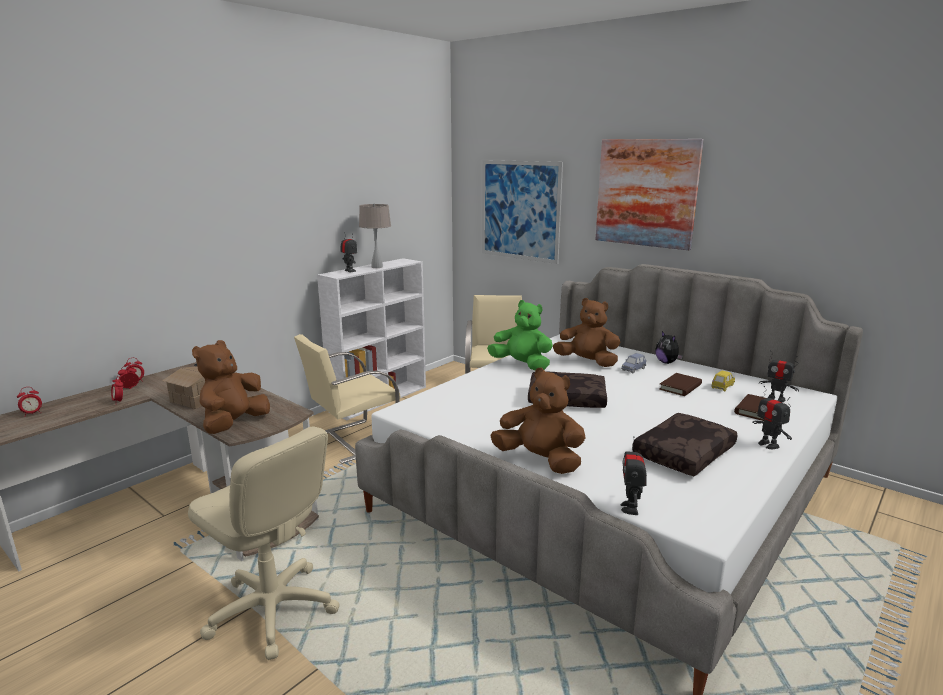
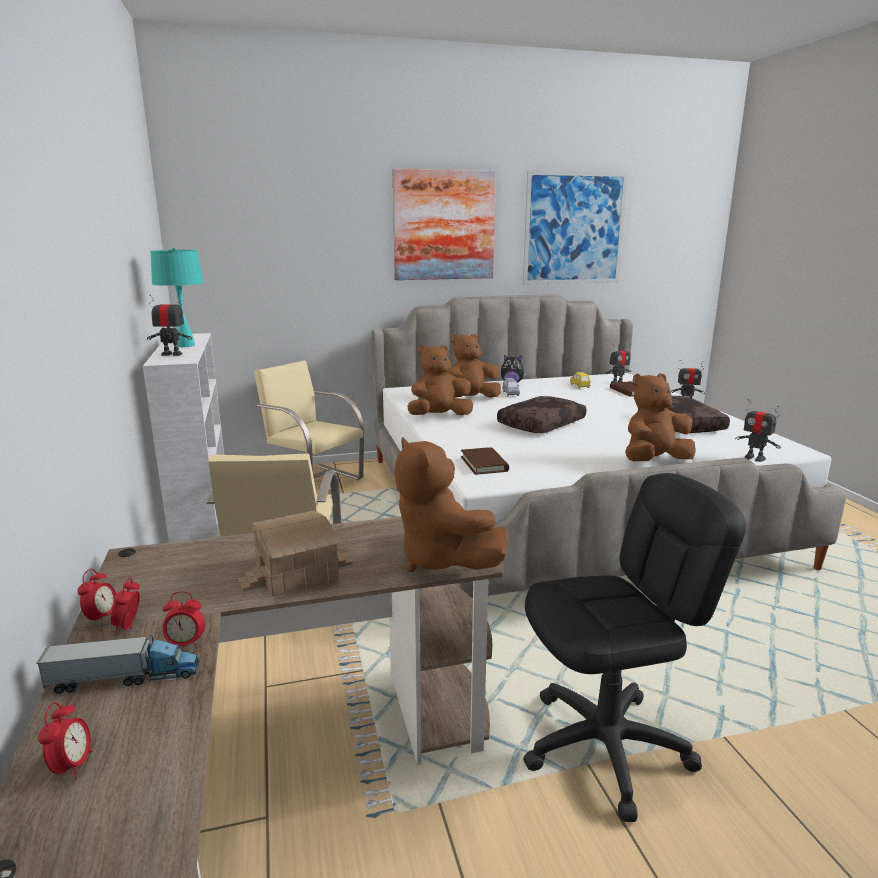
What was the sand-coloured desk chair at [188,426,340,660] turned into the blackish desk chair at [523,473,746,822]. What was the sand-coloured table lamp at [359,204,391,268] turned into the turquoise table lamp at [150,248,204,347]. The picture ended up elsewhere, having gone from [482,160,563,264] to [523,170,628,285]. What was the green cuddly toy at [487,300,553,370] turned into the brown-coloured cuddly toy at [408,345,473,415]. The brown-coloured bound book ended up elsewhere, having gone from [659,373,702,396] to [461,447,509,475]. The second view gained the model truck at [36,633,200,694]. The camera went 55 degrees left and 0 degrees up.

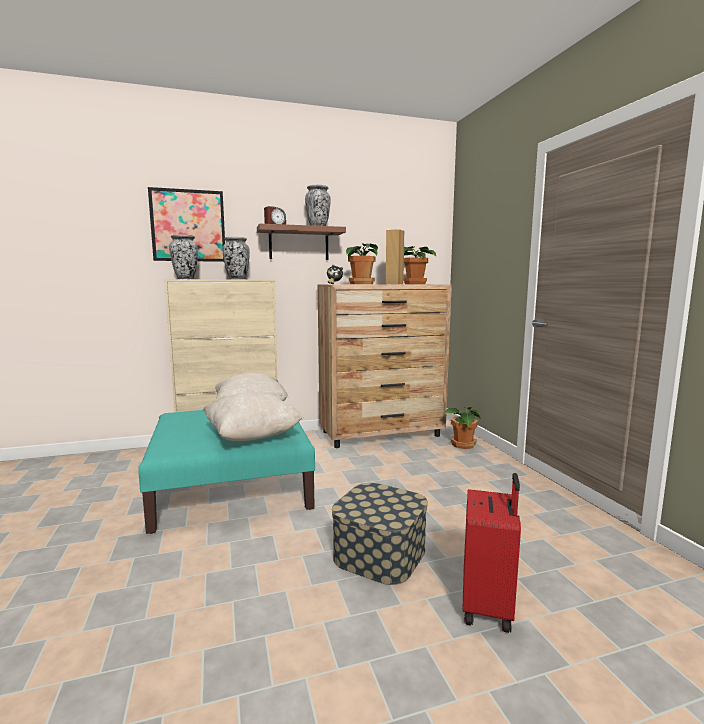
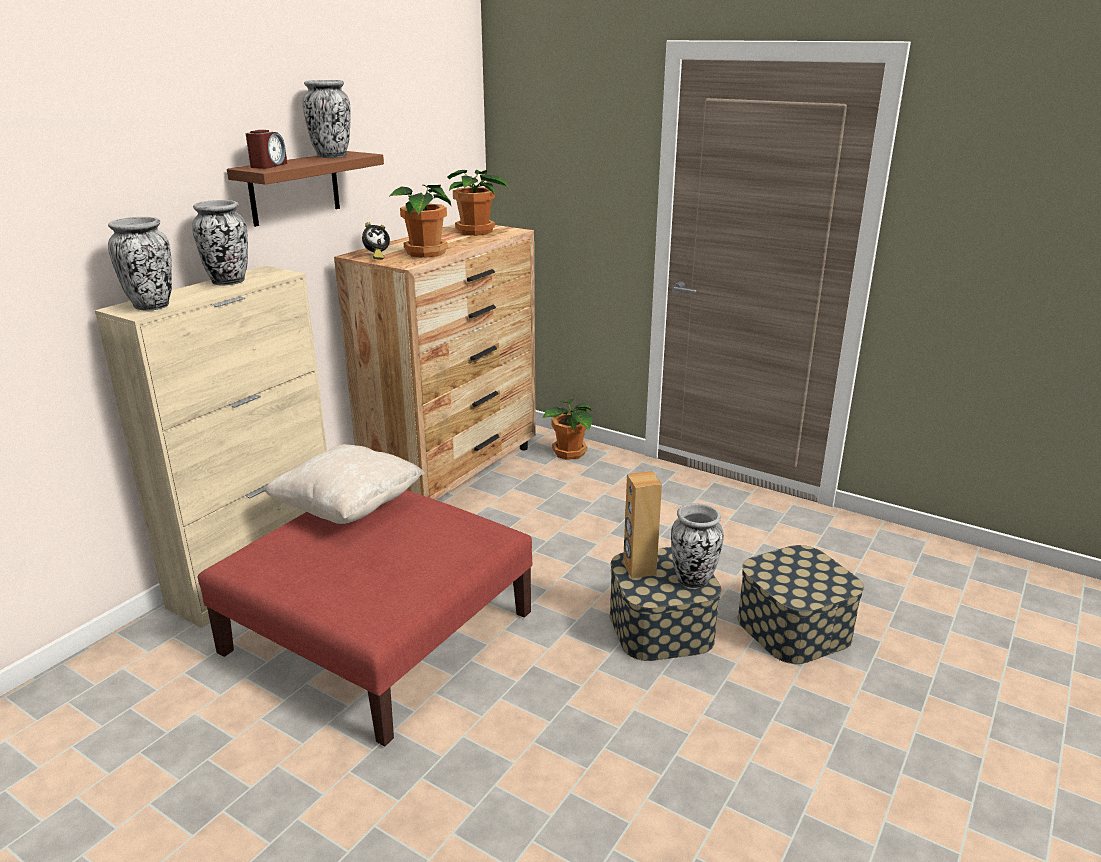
What was the turquoise pouffe at [138,410,315,534] turned into the red-coloured pouffe at [198,490,532,747]. The second view lost the picture at [148,187,225,262]. The second view lost the sand-coloured throw pillow at [203,392,304,441]. The brown-coloured loudspeaker ended up elsewhere, having gone from [386,229,404,284] to [623,471,662,579]. Where the red-coloured suitcase stood at [462,473,521,633], the storage container came to stand at [738,545,864,664]. The second view gained the vase at [671,503,724,588]. The camera went 40 degrees left and 15 degrees up.

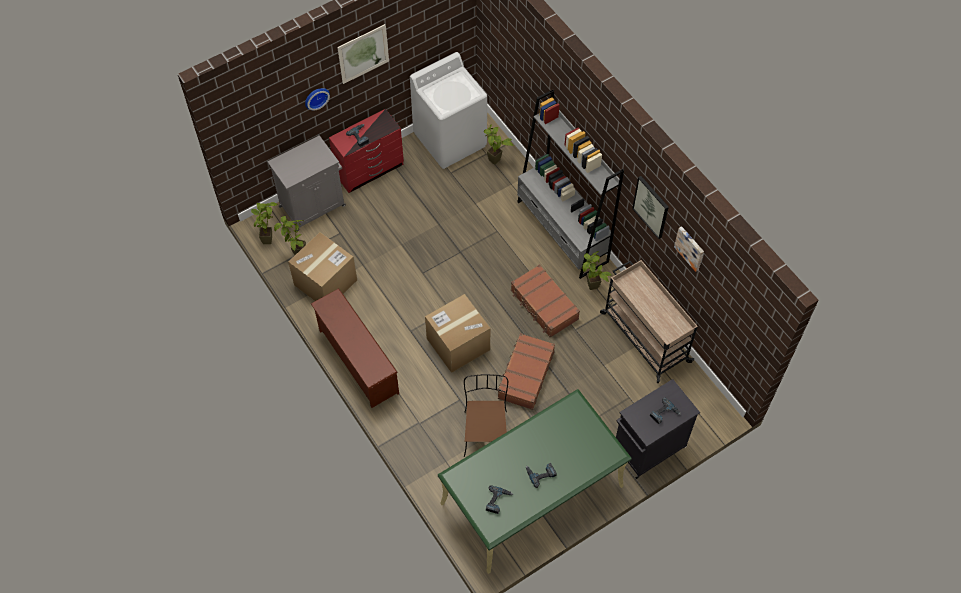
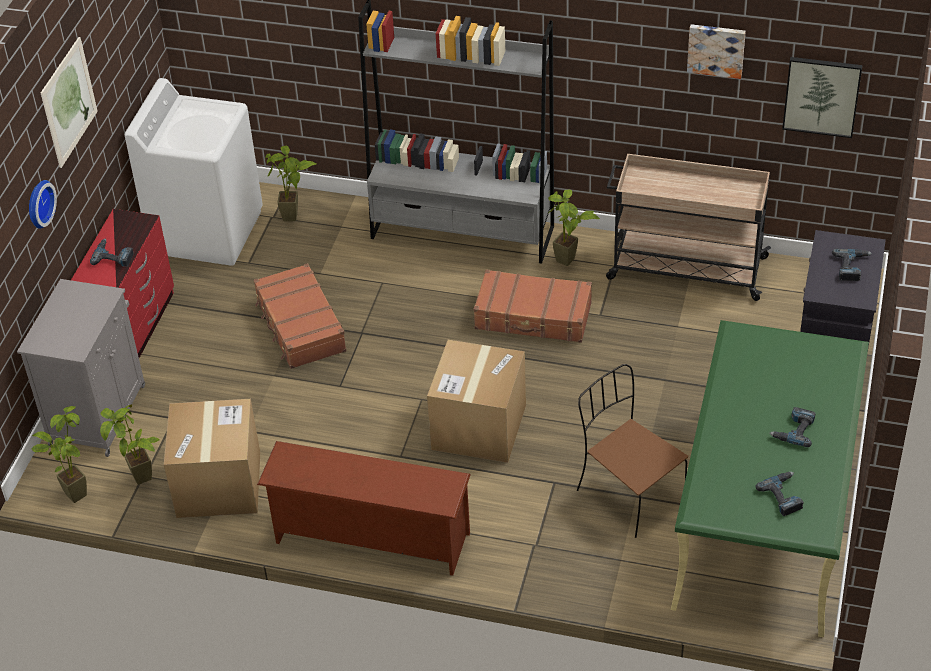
The brown-coloured suitcase ended up elsewhere, having gone from [497,333,555,410] to [254,263,347,369]. The picture ended up elsewhere, having gone from [632,176,669,239] to [782,57,862,138]. The camera went 40 degrees left and 15 degrees down.

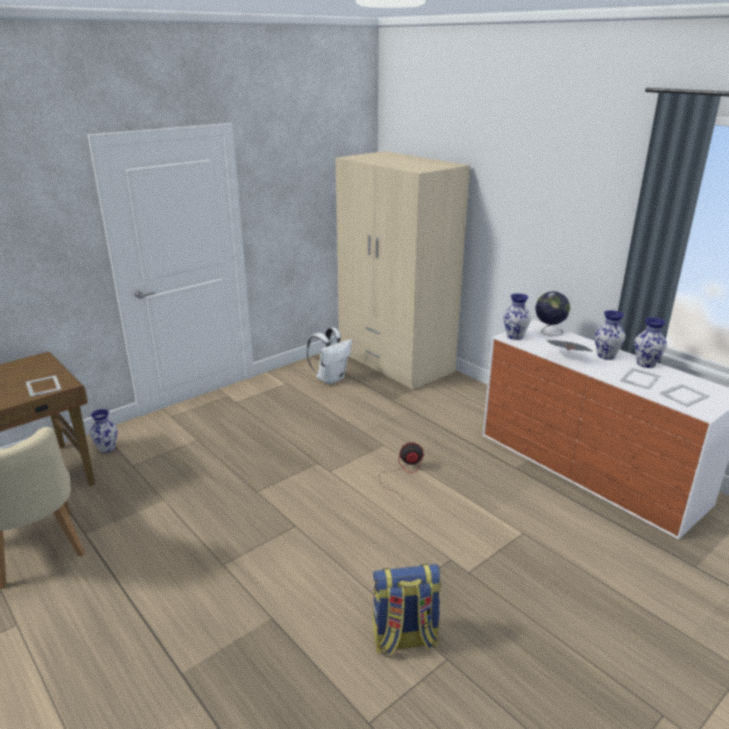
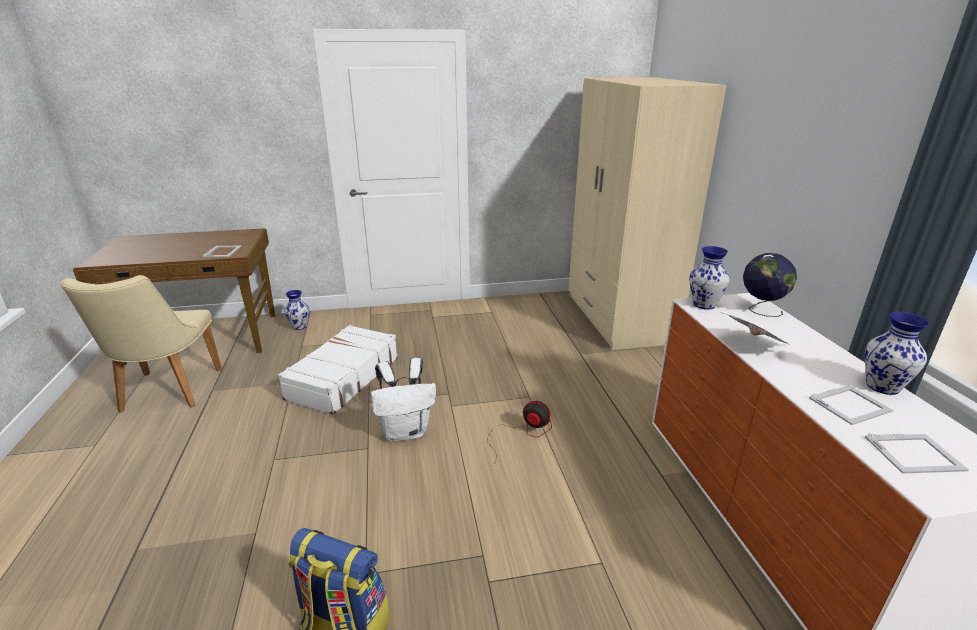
The whitish backpack ended up elsewhere, having gone from [307,327,352,384] to [371,358,436,442]. The second view lost the vase at [594,310,626,360]. The second view gained the whitish suitcase at [278,325,398,415]. The camera went 30 degrees right and 0 degrees up.

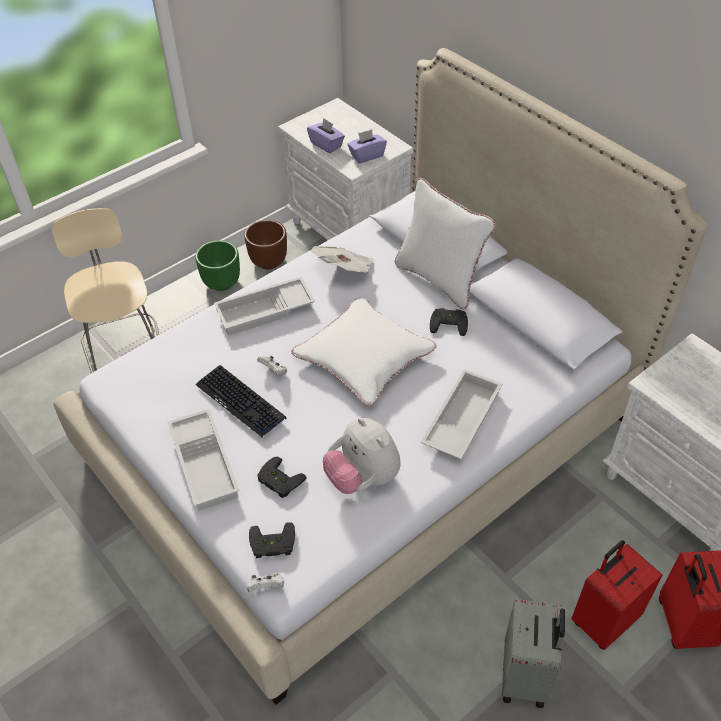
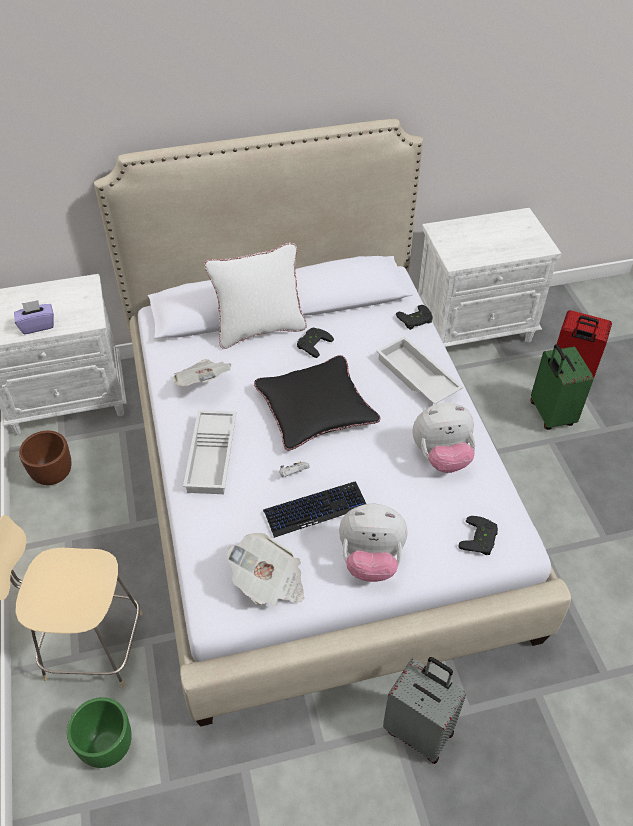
Where the whitish carrying tray stood at [167,409,239,511], the cuddly toy came to stand at [339,504,407,582]. The green plant pot ended up elsewhere, having gone from [195,240,240,291] to [67,697,132,768]. The second view lost the whitish game controller at [247,574,284,592]. The blackish game controller ended up elsewhere, having gone from [257,457,307,498] to [396,305,433,330]. What was the whitish throw pillow at [291,298,437,406] turned into the blackish throw pillow at [254,355,380,451]. The second view lost the purplish box of tissues at [347,129,387,163]. The greyish suitcase ended up elsewhere, having gone from [502,599,565,708] to [383,657,466,764]. What was the red-coloured suitcase at [571,540,663,650] turned into the green suitcase at [531,344,594,430]. The second view gained the newspaper at [227,533,304,606]. The camera went 65 degrees left and 0 degrees up.

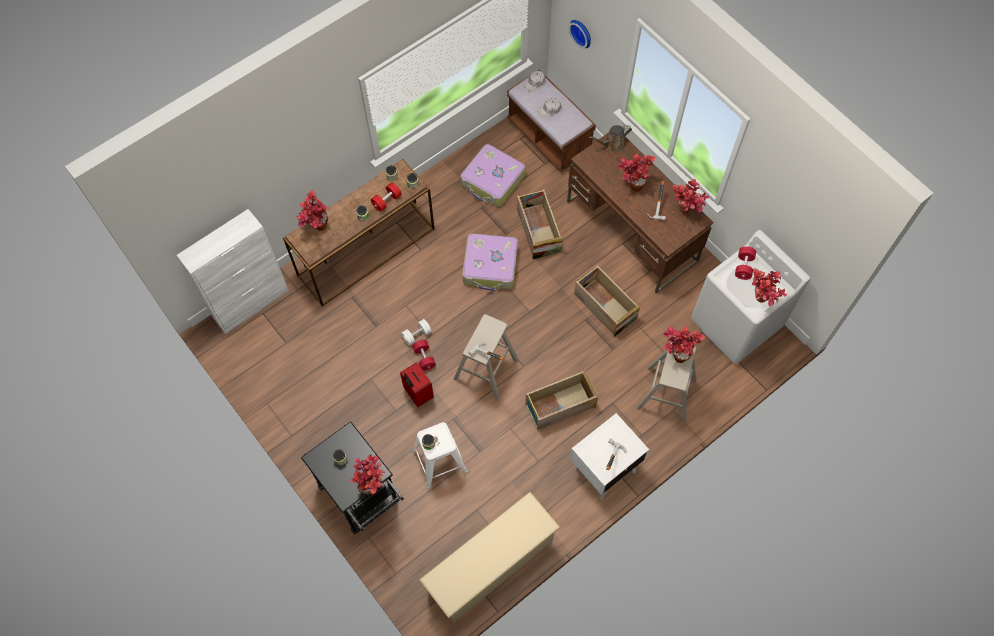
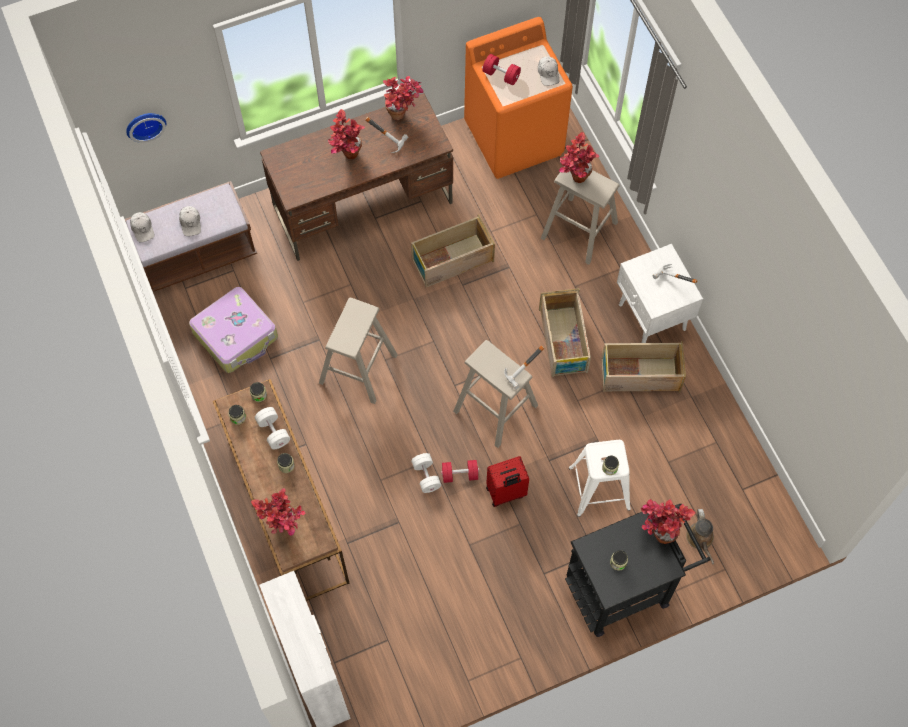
What was the red-coloured free weight at [371,182,402,212] turned into the whitish free weight at [255,407,290,449]. The second view lost the sand-coloured shoe stand at [420,492,560,624]. Where the suitcase stood at [462,233,518,291], the sand-coloured sitting stool came to stand at [319,298,398,404]. The crate ended up elsewhere, having gone from [517,189,563,259] to [601,341,686,392]. The brown-coloured sprinkling can ended up elsewhere, having gone from [589,125,632,152] to [686,509,714,564]. What was the whitish laundry machine at [691,230,811,364] turned into the orangey laundry machine at [464,17,573,179]. Where the potted plant stood at [752,268,787,306], the whitish baseball cap came to stand at [538,56,559,86]. The camera went 75 degrees left and 0 degrees up.

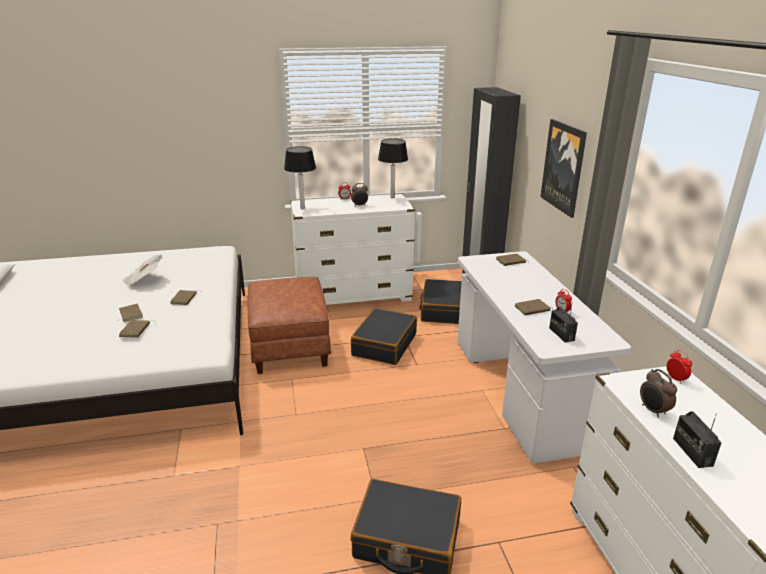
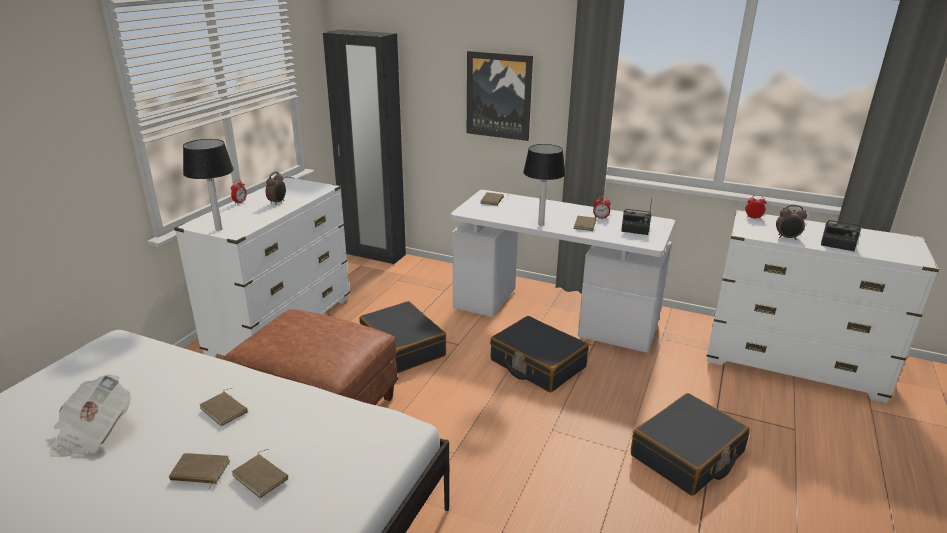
The table lamp ended up elsewhere, having gone from [378,139,408,198] to [523,144,566,226]. The blackish suitcase ended up elsewhere, having gone from [420,279,462,324] to [490,316,589,393]. The camera went 55 degrees left and 0 degrees up.

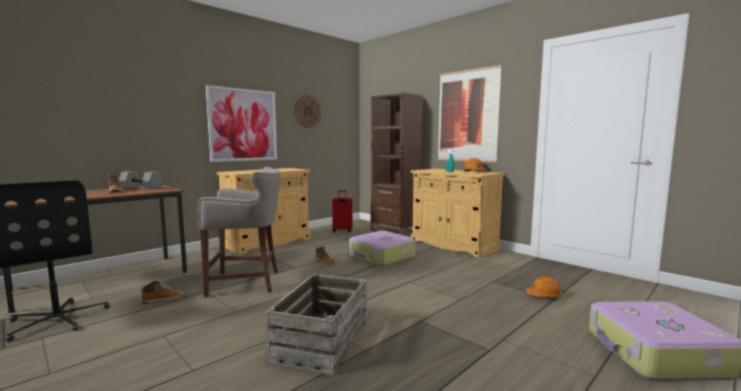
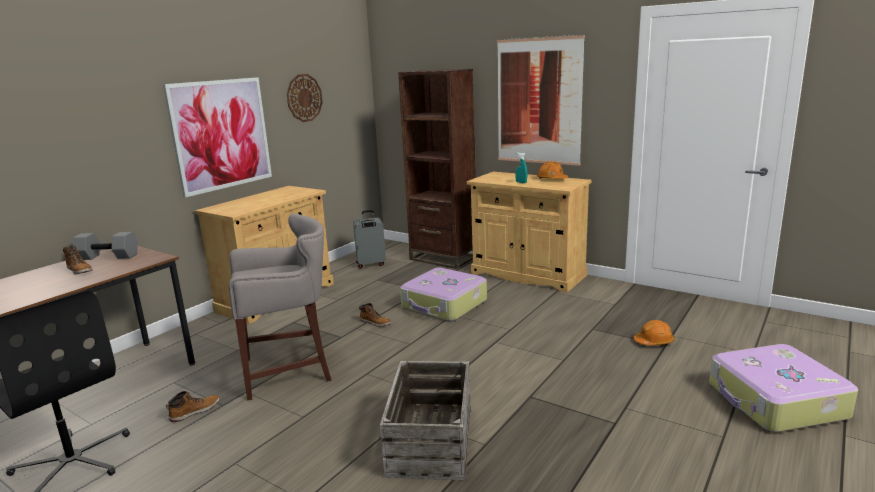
What was the red-coloured suitcase at [332,190,353,232] turned into the greyish suitcase at [353,210,386,269]. The camera went 10 degrees left and 10 degrees up.

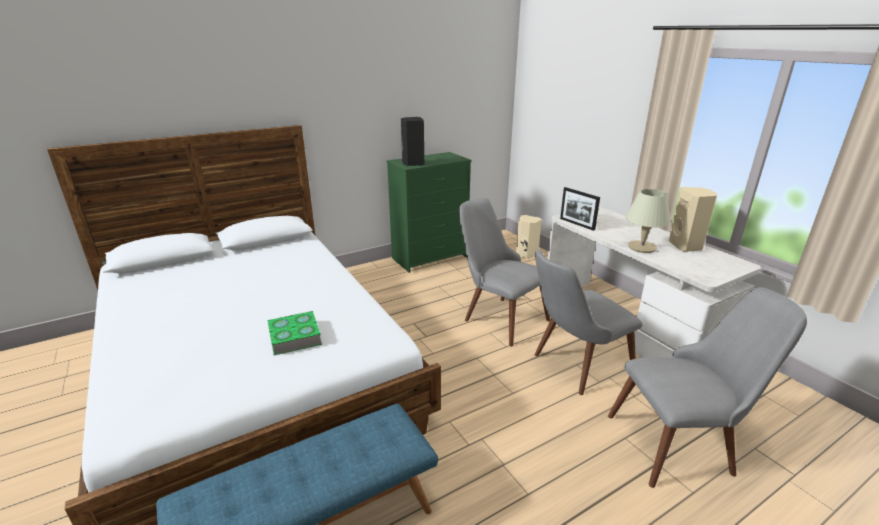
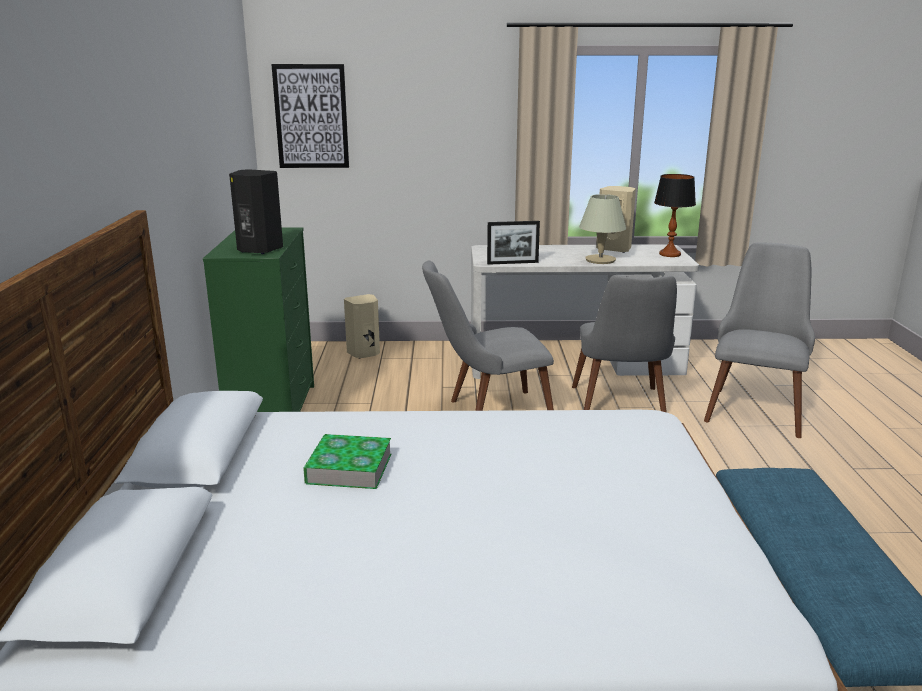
The bound book ended up elsewhere, having gone from [267,311,322,355] to [303,434,391,489]. The second view gained the picture at [271,64,349,168]. The second view gained the table lamp at [654,174,696,257]. The camera went 60 degrees left and 5 degrees down.

